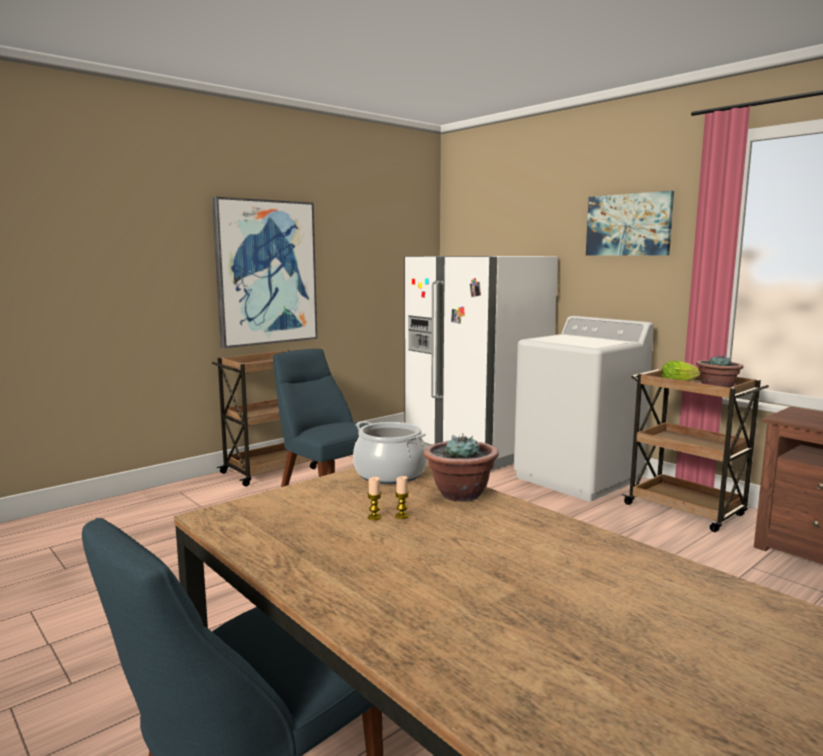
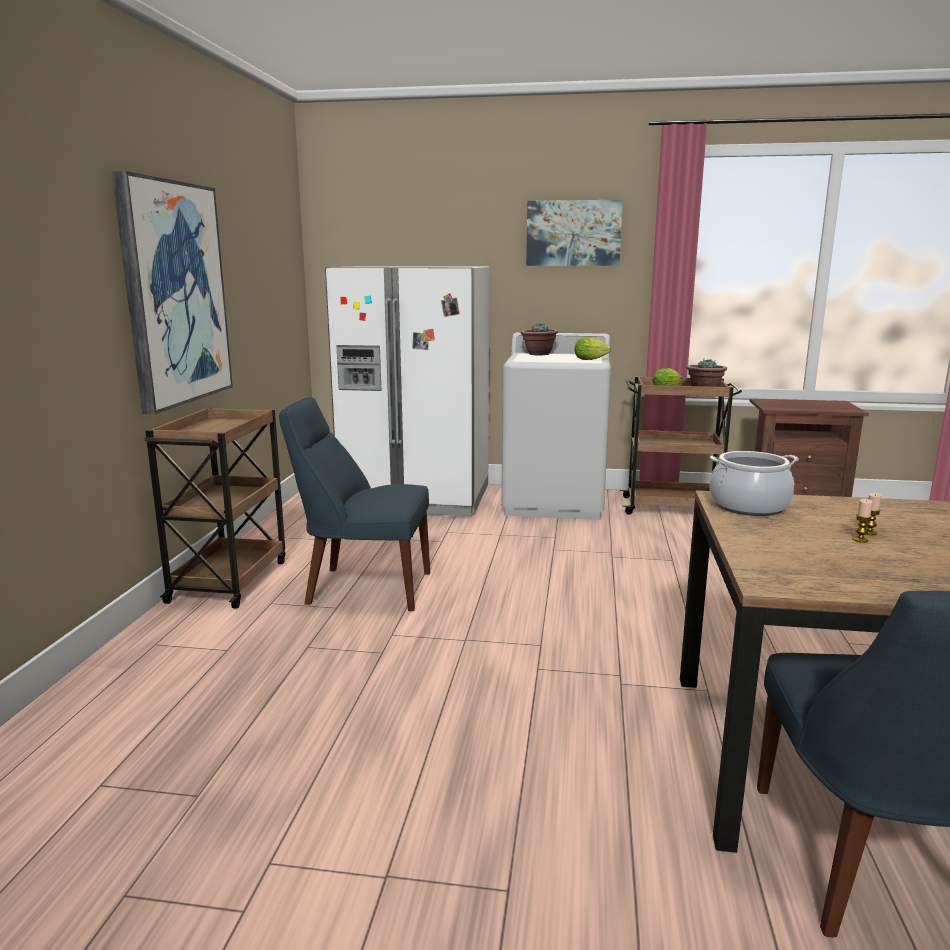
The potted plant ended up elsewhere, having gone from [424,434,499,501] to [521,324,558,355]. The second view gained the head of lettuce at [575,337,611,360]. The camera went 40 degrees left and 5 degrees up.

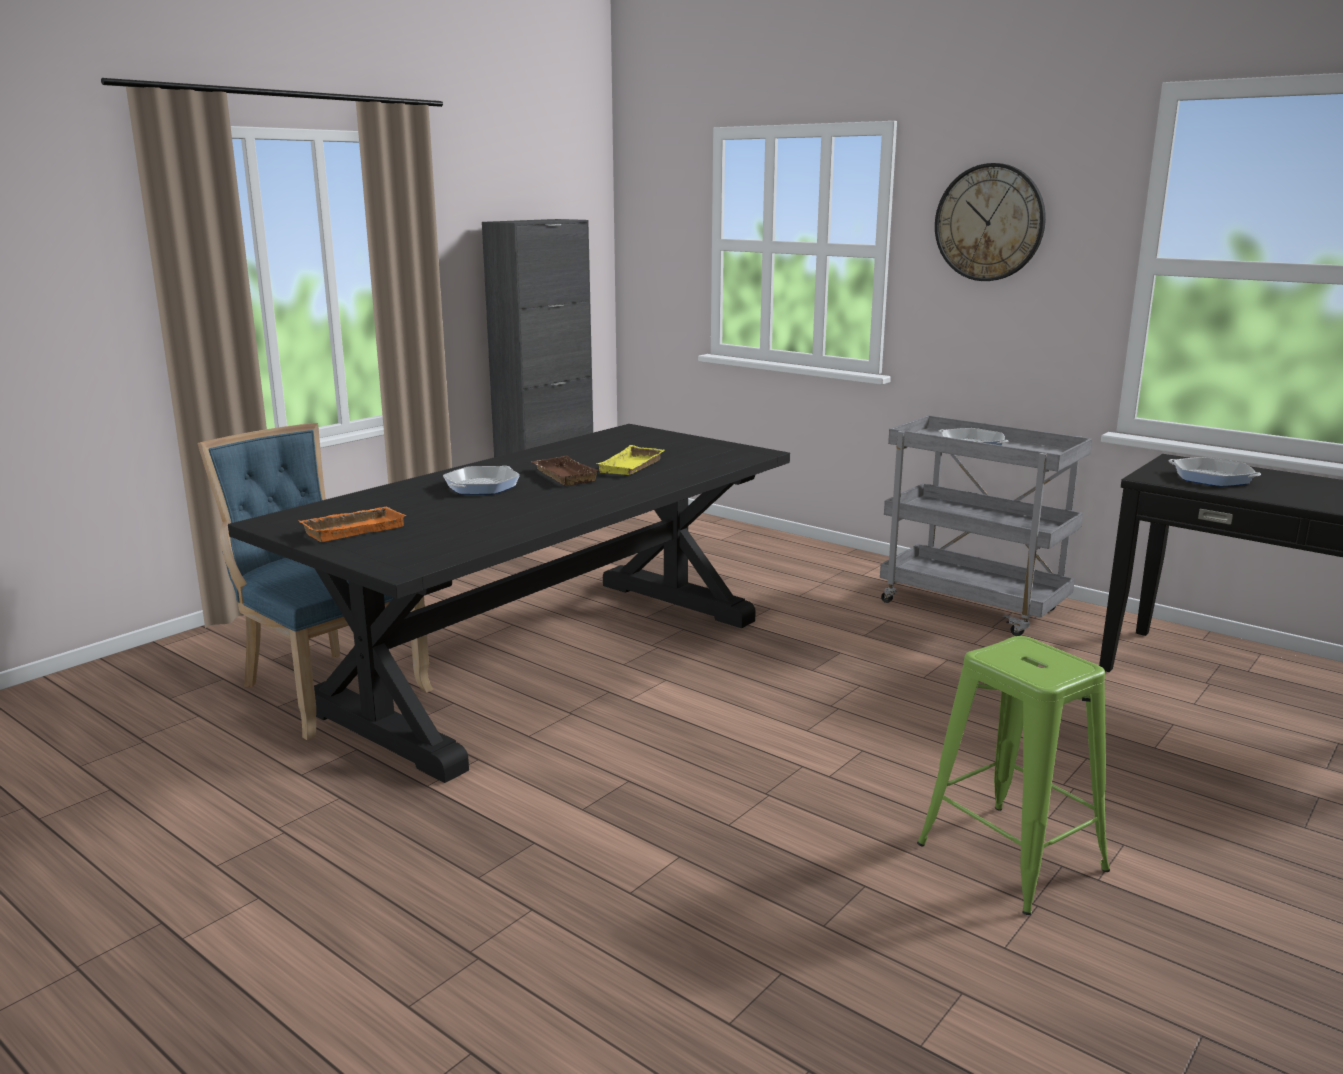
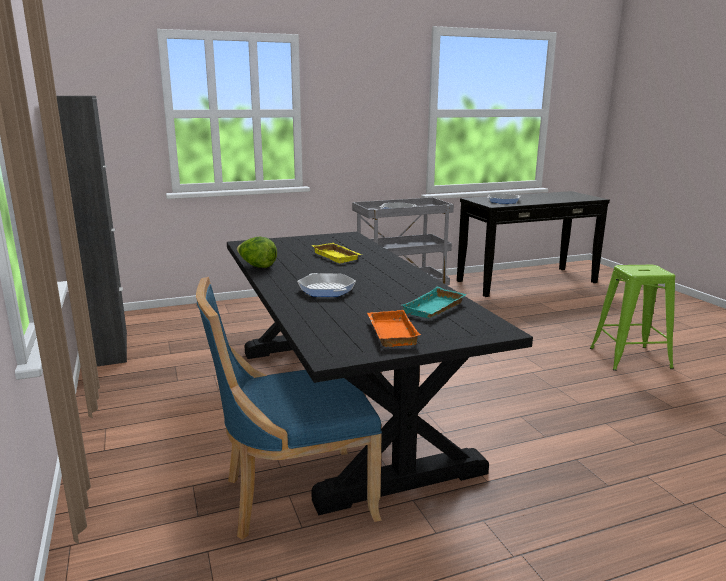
The second view lost the brown-coloured carrying tray at [531,456,598,486]. The second view lost the hanging clock at [935,163,1046,281]. The second view gained the head of lettuce at [237,237,277,268]. The second view gained the turquoise carrying tray at [402,287,466,318]. The camera went 60 degrees left and 0 degrees up.

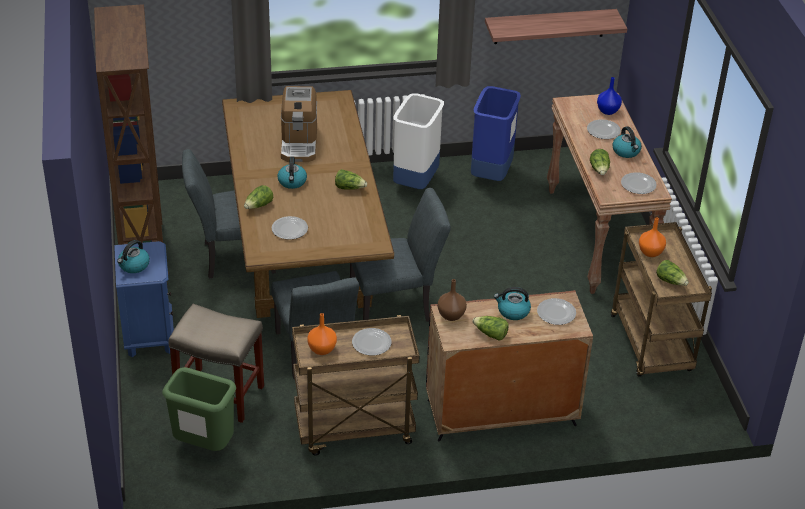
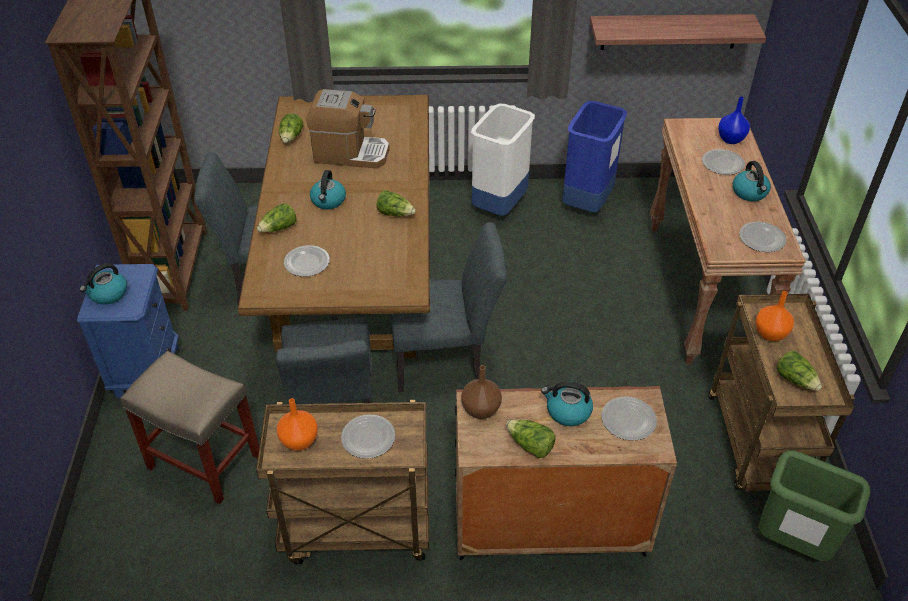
The green trash can ended up elsewhere, having gone from [162,367,236,451] to [759,450,870,561]. The coffee brewer at [281,86,317,162] ended up facing another way, 90 degrees counterclockwise from before. The head of lettuce ended up elsewhere, having gone from [590,149,610,175] to [279,113,303,143]. The camera went 10 degrees right and 5 degrees up.

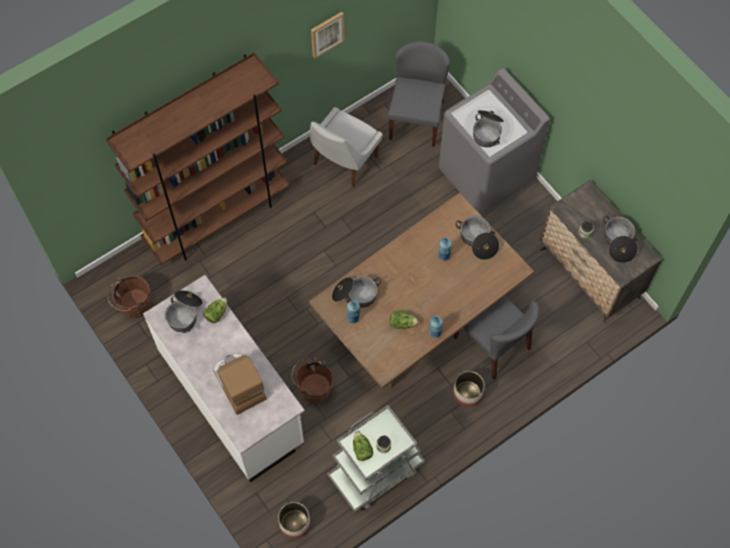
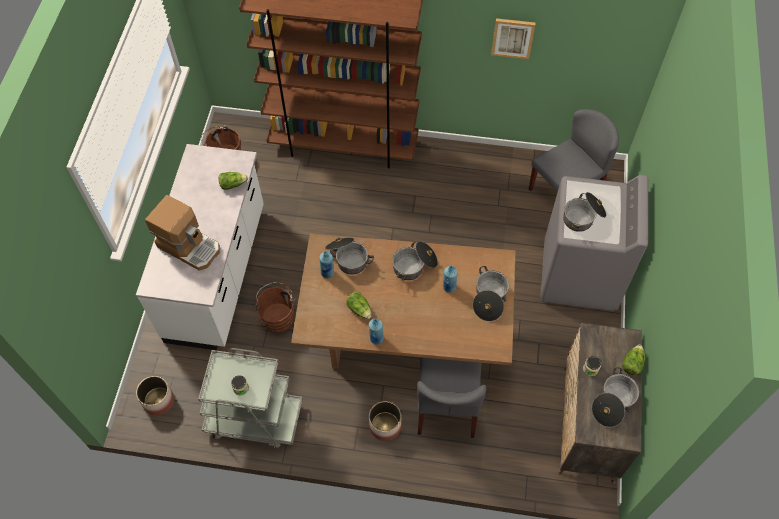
The saucepot ended up elsewhere, having gone from [165,290,203,333] to [392,241,438,280]. The coffee brewer at [213,354,266,415] ended up facing another way, 105 degrees clockwise from before. The second view lost the whitish upright chair at [310,107,383,187]. The head of lettuce ended up elsewhere, having gone from [353,431,373,461] to [622,345,645,375]. The camera went 45 degrees right and 5 degrees down.

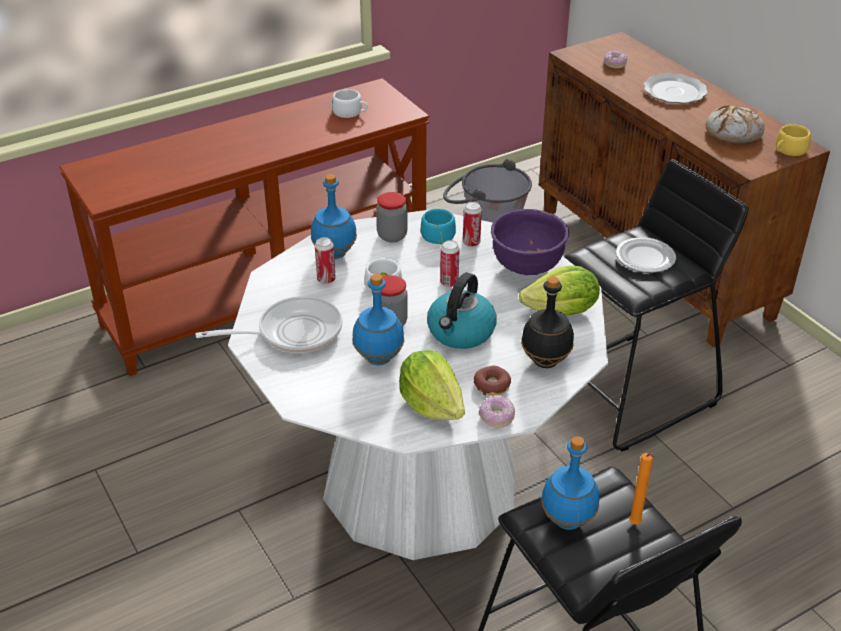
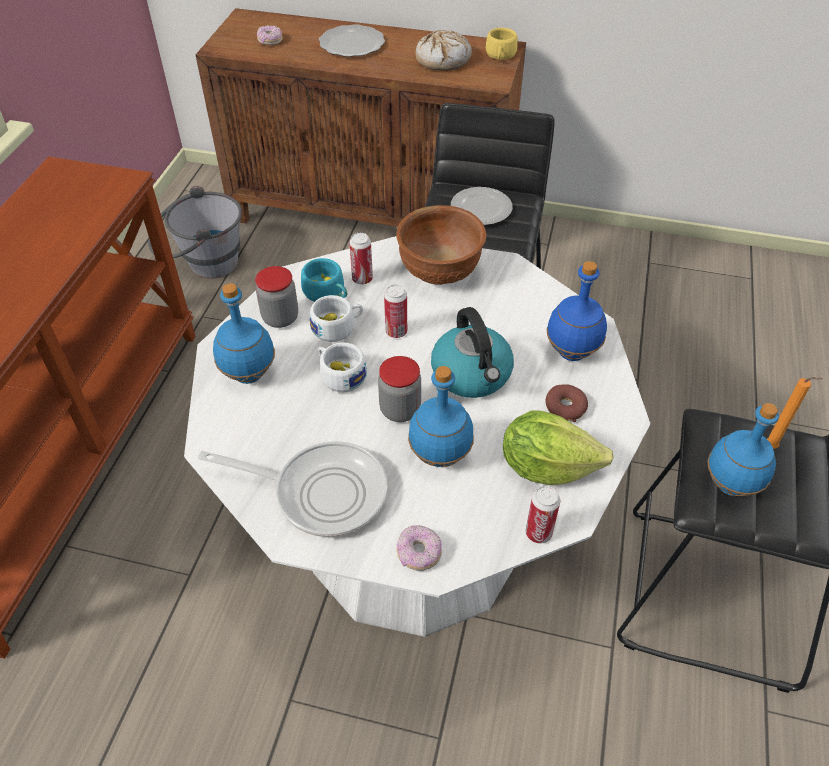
The pan at [195,296,343,353] ended up facing another way, 75 degrees clockwise from before. The metal can ended up elsewhere, having gone from [315,237,336,284] to [526,486,560,543]. The whitish cup ended up elsewhere, having gone from [332,89,368,118] to [310,295,363,342]. The doughnut ended up elsewhere, having gone from [479,395,515,428] to [396,525,442,571]. What was the purplish bowl at [491,209,569,275] turned into the brown-coloured bowl at [396,205,486,285]. The second view lost the head of lettuce at [519,265,600,316]. What was the blackish bottle at [521,277,574,368] turned into the blue-coloured bottle at [547,261,607,361]. The camera went 45 degrees left and 10 degrees up.

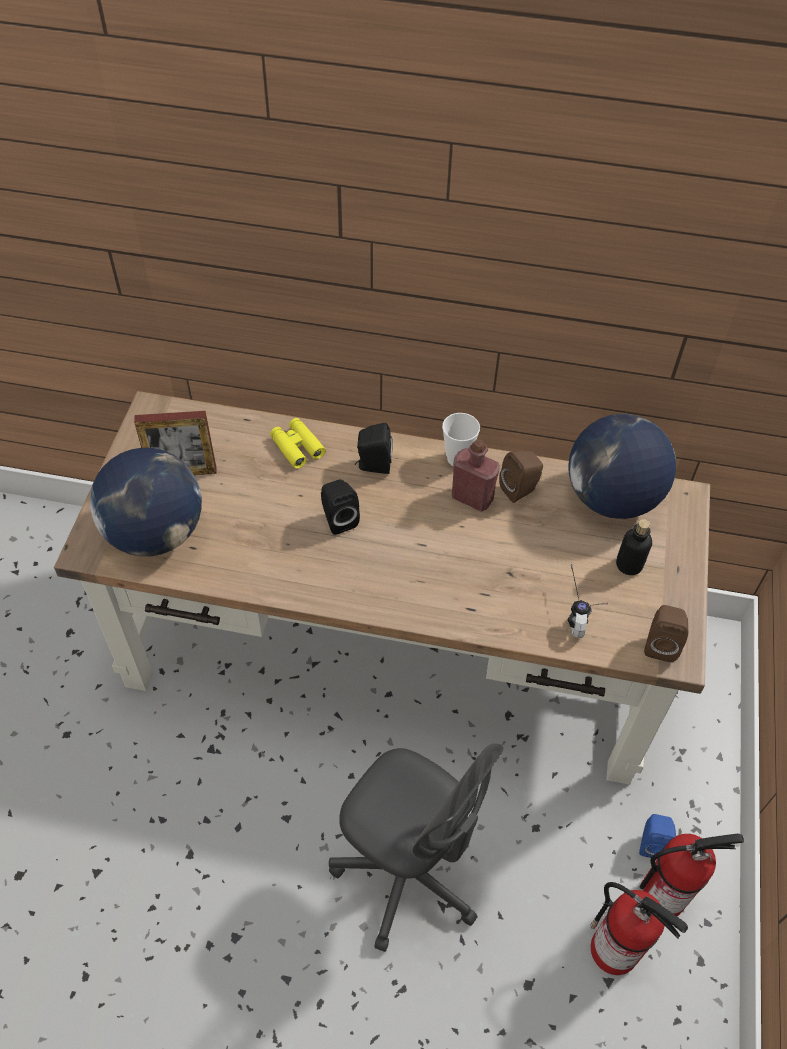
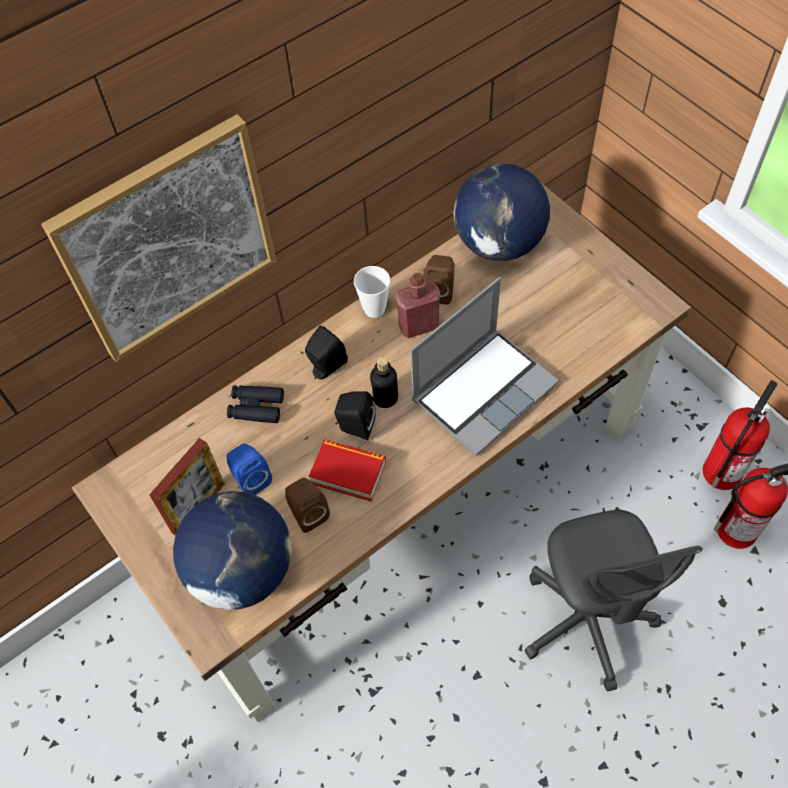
What was the yellowish binoculars at [270,418,326,469] turned into the blackish binoculars at [227,385,284,423]. The greyish desk chair at [329,743,504,952] ended up facing another way, 90 degrees clockwise from before. The second view lost the headset at [568,563,608,638]. The bottle ended up elsewhere, having gone from [616,519,652,575] to [370,357,398,408]. The blue-coloured loudspeaker ended up elsewhere, having gone from [639,814,676,858] to [227,443,272,495]. The brown-coloured loudspeaker ended up elsewhere, having gone from [644,605,688,662] to [285,478,330,533]. The second view gained the picture at [41,114,277,362]. The second view gained the bound book at [309,439,386,502]. The second view gained the portable computer at [411,277,559,456]. The camera went 45 degrees left and 5 degrees up.

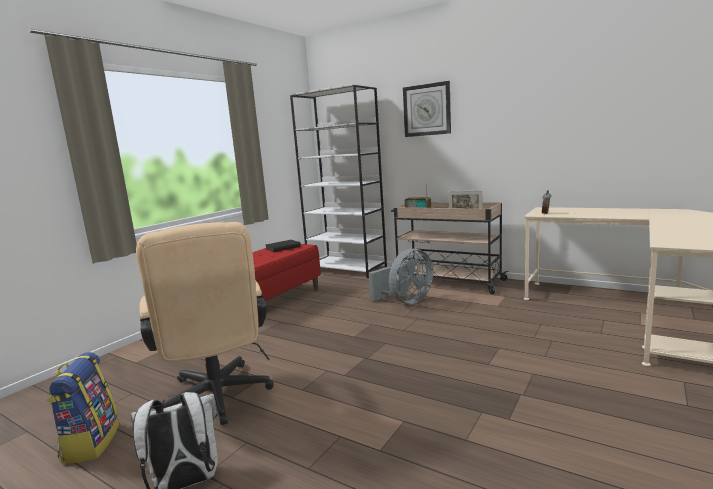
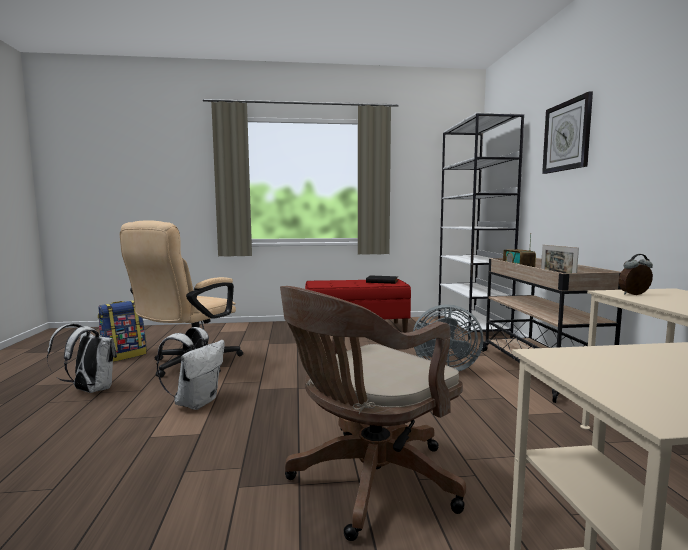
The second view gained the whitish backpack at [156,327,224,410]. The second view gained the brown-coloured desk chair at [280,286,466,541]. The camera went 50 degrees right and 5 degrees down.

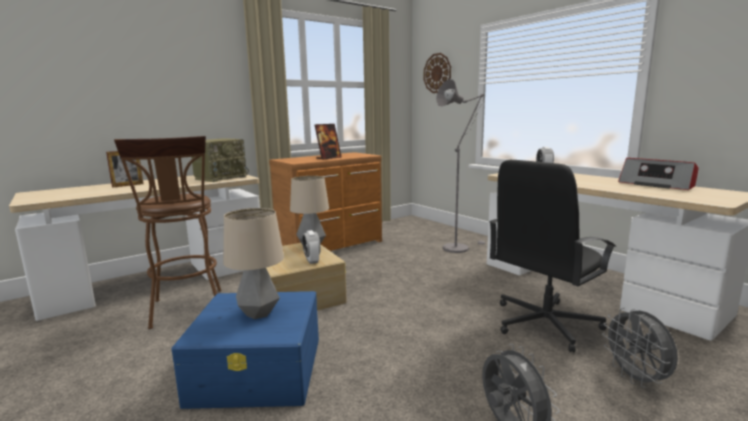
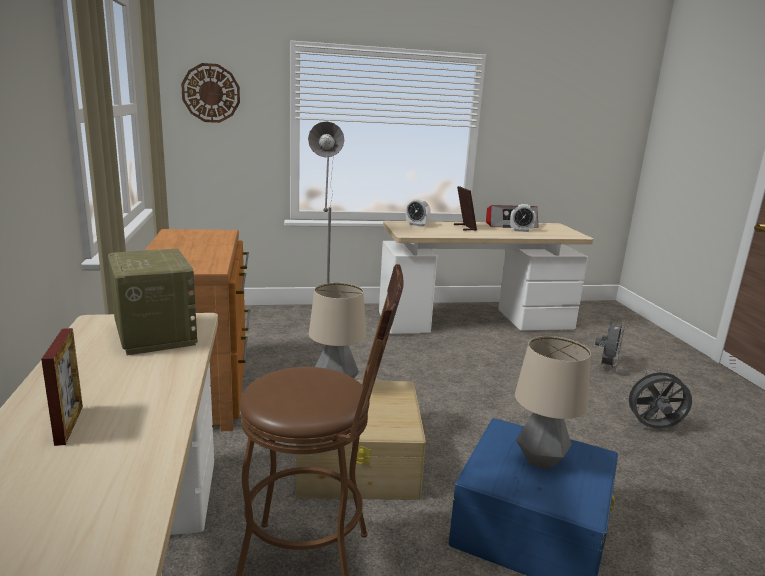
The bedside clock ended up elsewhere, having gone from [302,230,321,264] to [510,204,536,232]. The picture frame ended up elsewhere, having gone from [315,124,342,160] to [454,186,477,231]. The second view lost the blackish desk chair at [489,160,616,353]. The greyish electric fan at [602,307,678,388] ended up facing another way, 75 degrees counterclockwise from before. The camera went 65 degrees left and 5 degrees up.

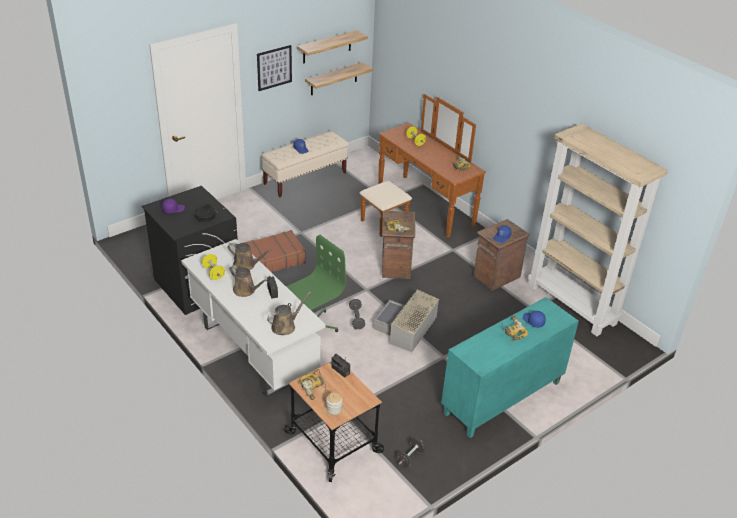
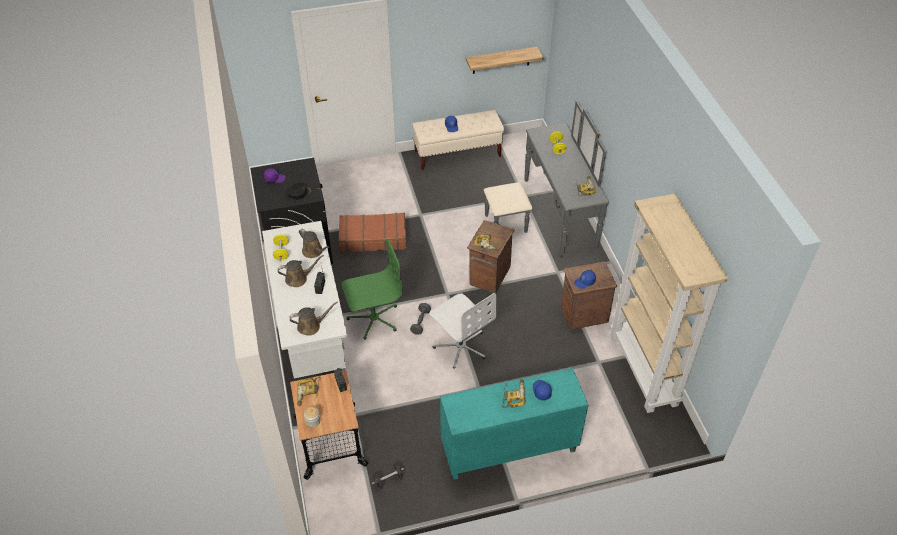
The brown-coloured sprinkling can at [229,265,268,297] ended up facing another way, 75 degrees counterclockwise from before. The second view lost the picture at [257,45,292,91]. The second view lost the shelf at [297,30,368,64]. What was the brown-coloured drawer chest at [359,94,486,238] turned into the greyish drawer chest at [484,100,609,257]. Where the greyish storage container stood at [374,289,439,352], the whitish desk chair came to stand at [429,293,496,369]. The camera went 25 degrees right and 10 degrees up.

